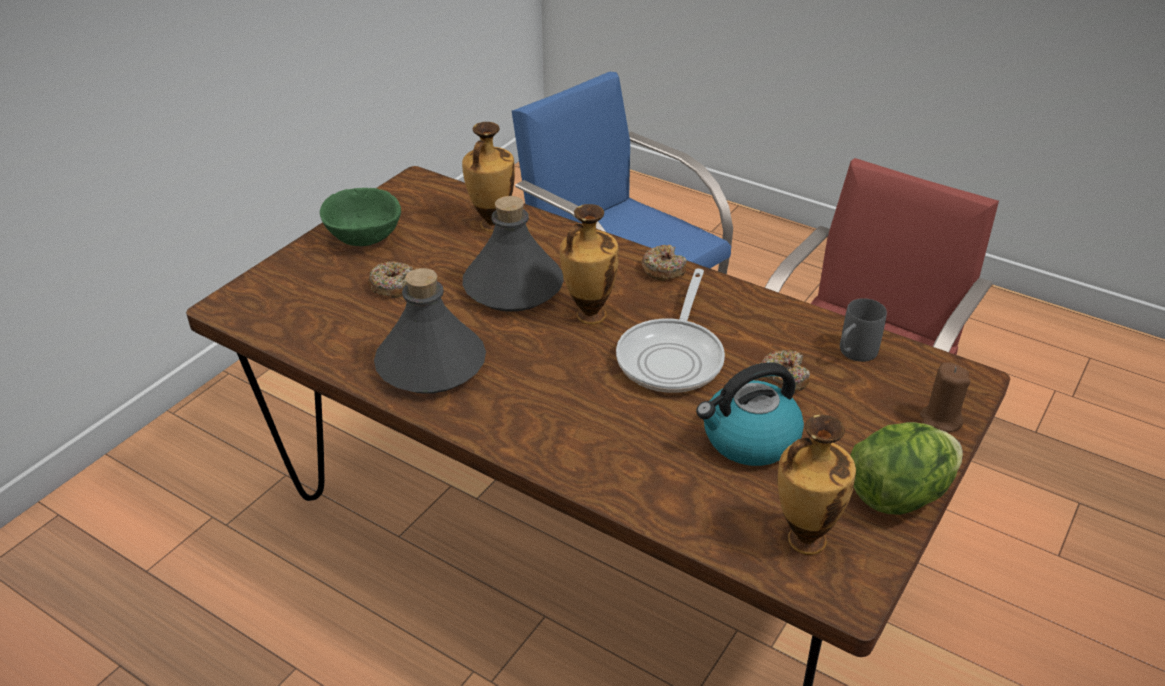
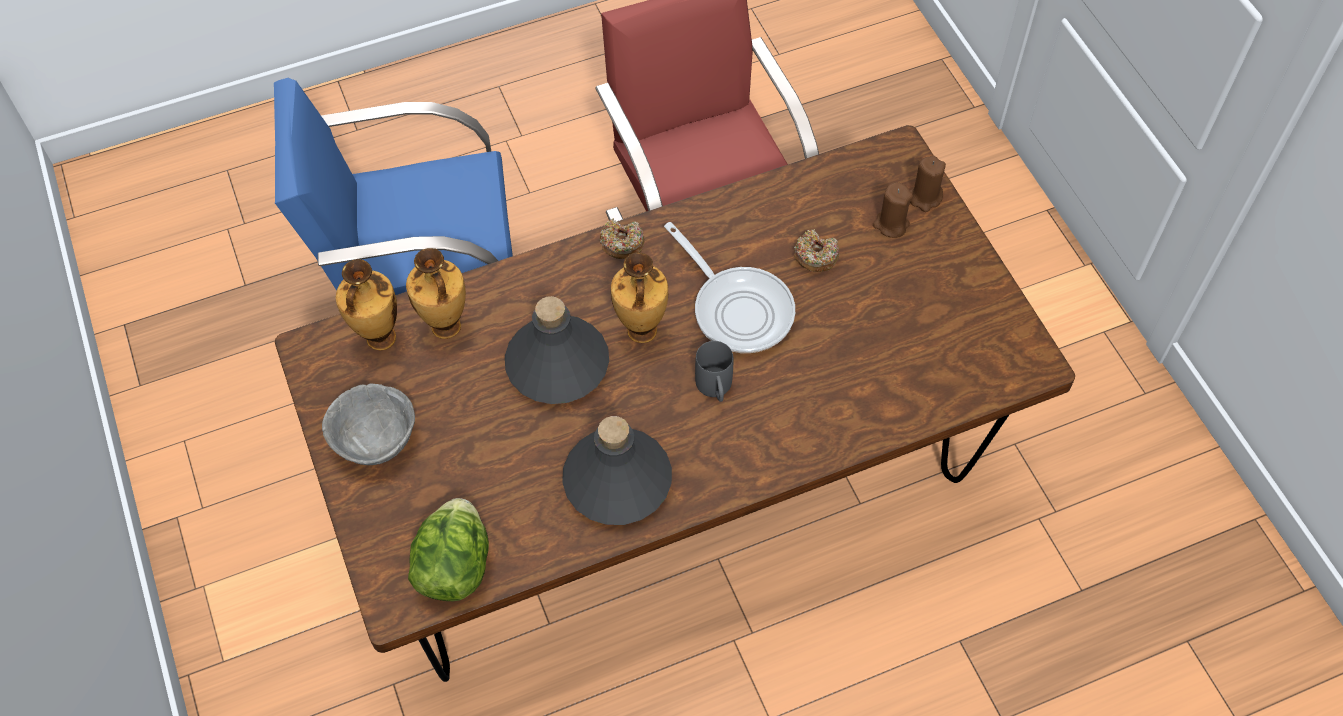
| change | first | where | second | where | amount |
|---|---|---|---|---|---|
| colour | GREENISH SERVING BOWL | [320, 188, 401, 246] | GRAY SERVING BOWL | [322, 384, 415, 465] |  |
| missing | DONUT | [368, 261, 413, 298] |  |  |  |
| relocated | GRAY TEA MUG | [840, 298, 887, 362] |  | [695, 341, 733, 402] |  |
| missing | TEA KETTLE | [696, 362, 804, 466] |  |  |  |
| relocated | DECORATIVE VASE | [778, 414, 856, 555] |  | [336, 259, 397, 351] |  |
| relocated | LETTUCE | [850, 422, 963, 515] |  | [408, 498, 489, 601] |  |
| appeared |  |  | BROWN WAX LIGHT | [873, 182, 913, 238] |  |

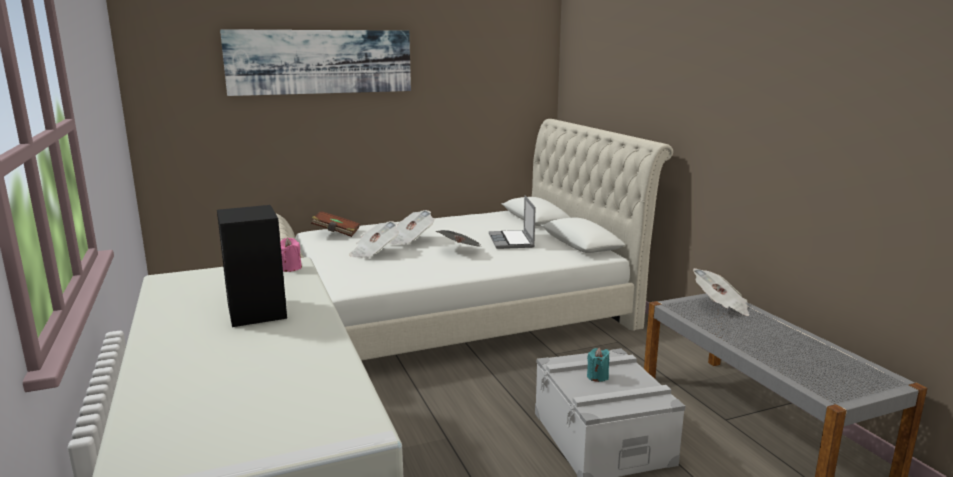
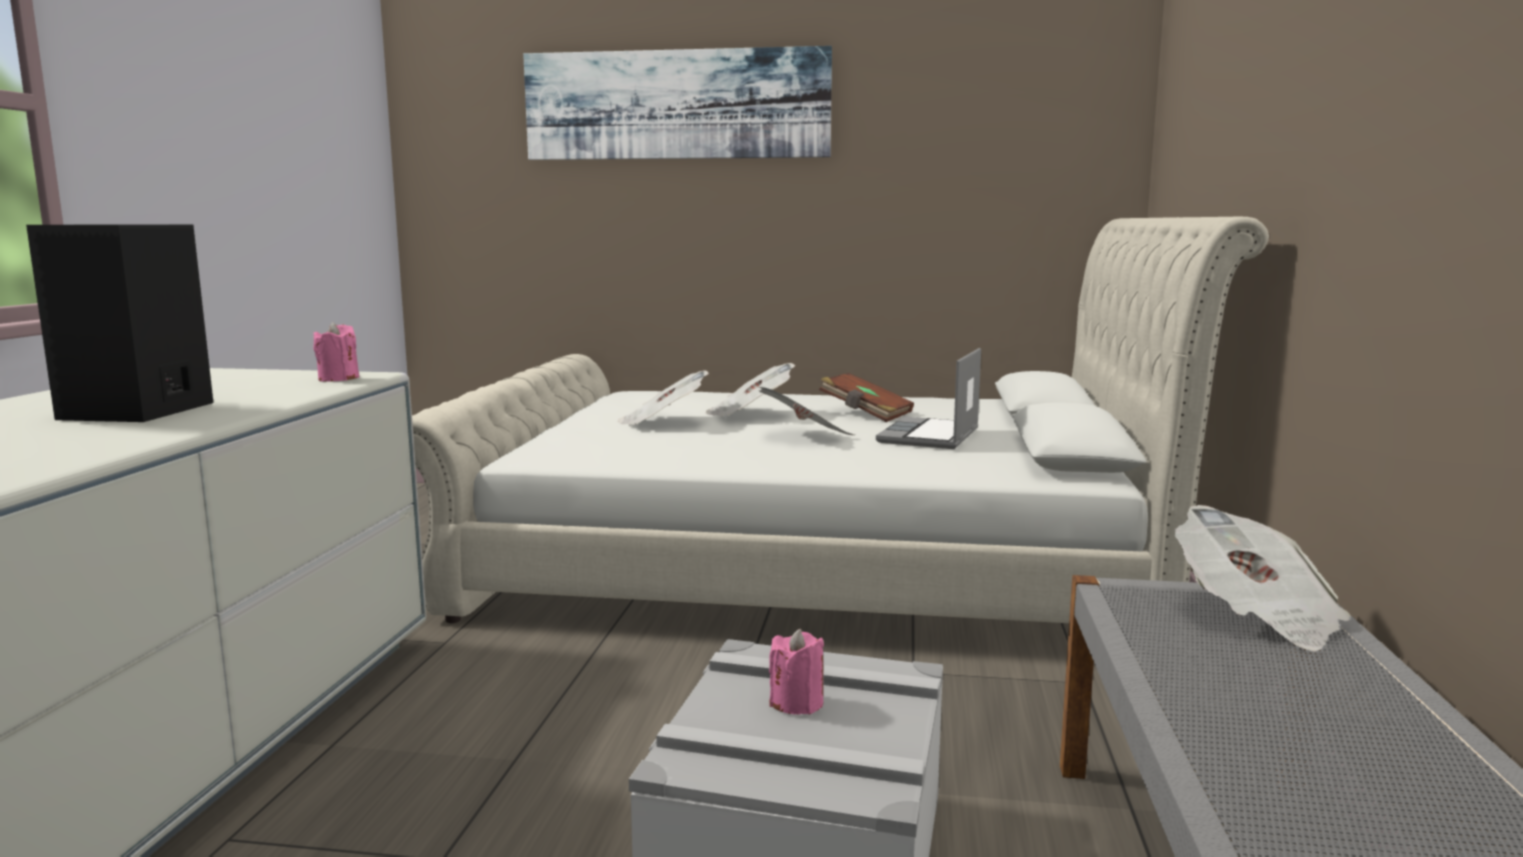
| change | first | where | second | where | amount |
|---|---|---|---|---|---|
| relocated | BROWN VOLUME | [311, 211, 360, 237] |  | [819, 373, 914, 422] |  |
| colour | TURQUOISE WAX LIGHT | [587, 348, 609, 382] | PINK WAX LIGHT | [769, 629, 824, 715] |  |

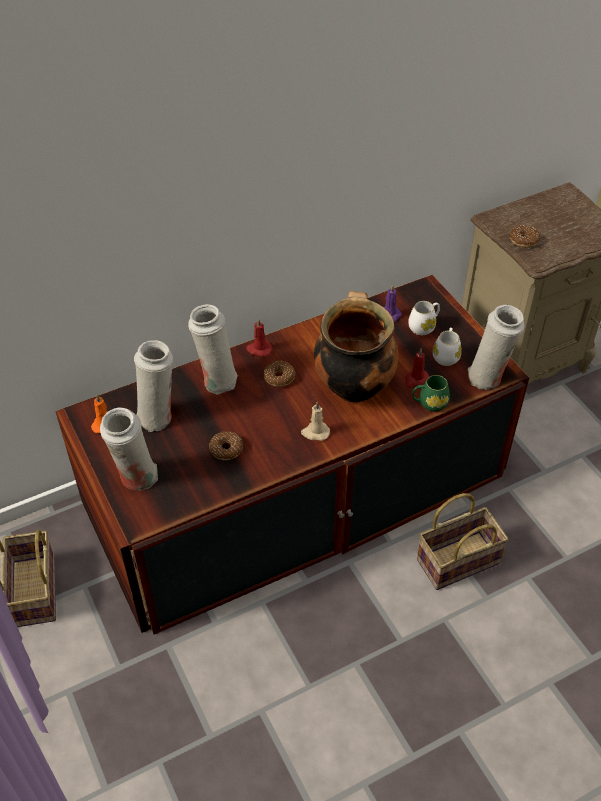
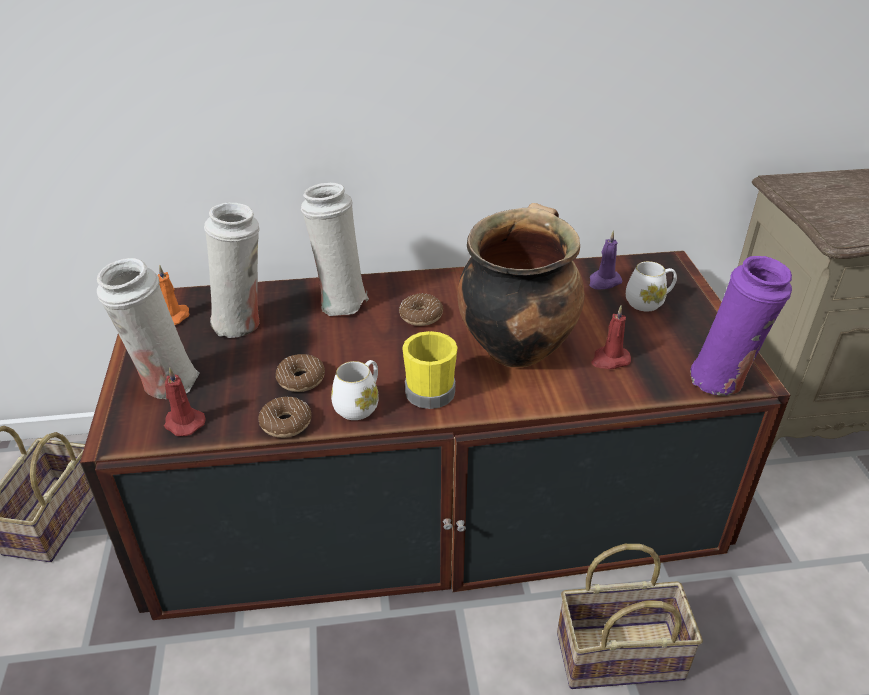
| change | first | where | second | where | amount |
|---|---|---|---|---|---|
| relocated | DONUT | [510, 225, 540, 248] |  | [258, 397, 311, 438] |  |
| colour | WHITISH DECORATIVE VASE | [468, 305, 525, 390] | PURPLISH DECORATIVE VASE | [690, 256, 792, 396] |  |
| relocated | RED WAX LIGHT | [246, 318, 273, 357] |  | [164, 367, 206, 436] |  |
| relocated | WHITISH TEA MUG | [433, 328, 462, 366] |  | [331, 360, 379, 420] |  |
| missing | GREENISH TEA MUG | [412, 375, 450, 412] |  |  |  |
| exchanged | BEIGE WAX LIGHT | [301, 402, 330, 441] | YELLOWISH TEA MUG | [402, 331, 457, 409] |  |

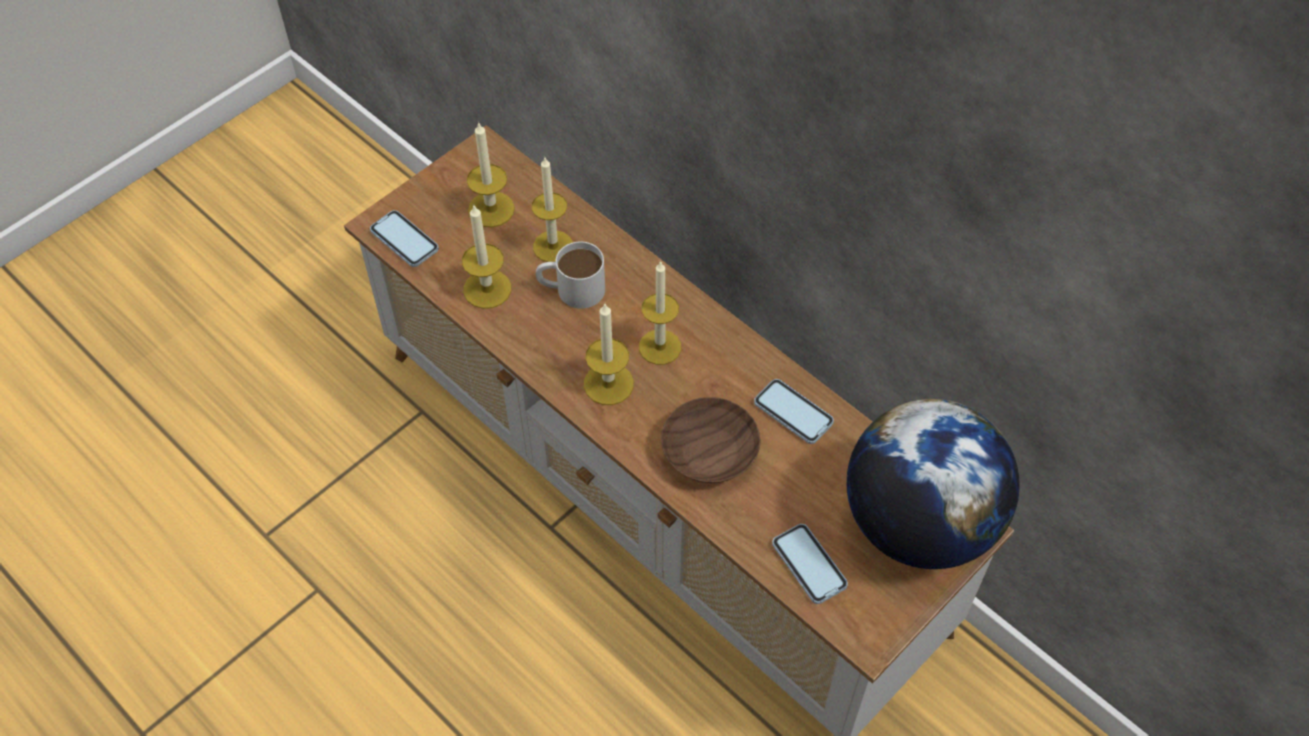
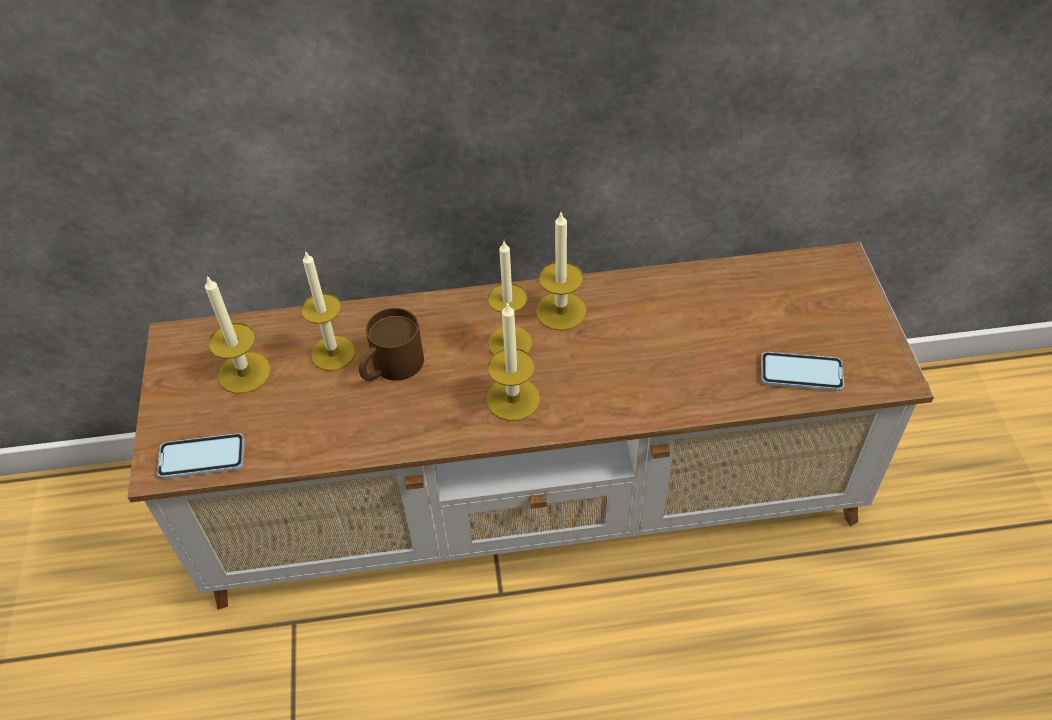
| change | first | where | second | where | amount |
|---|---|---|---|---|---|
| relocated | WAX LIGHT | [462, 204, 511, 309] |  | [536, 213, 586, 331] |  |
| colour | WHITISH TEA MUG | [536, 242, 605, 309] | BROWN TEA MUG | [359, 308, 424, 381] |  |
| missing | TELEPHONE | [754, 379, 834, 444] |  |  |  |
| missing | BROWN SERVING BOWL | [661, 397, 761, 483] |  |  |  |
| missing | WORLD GLOBE | [846, 399, 1020, 569] |  |  |  |

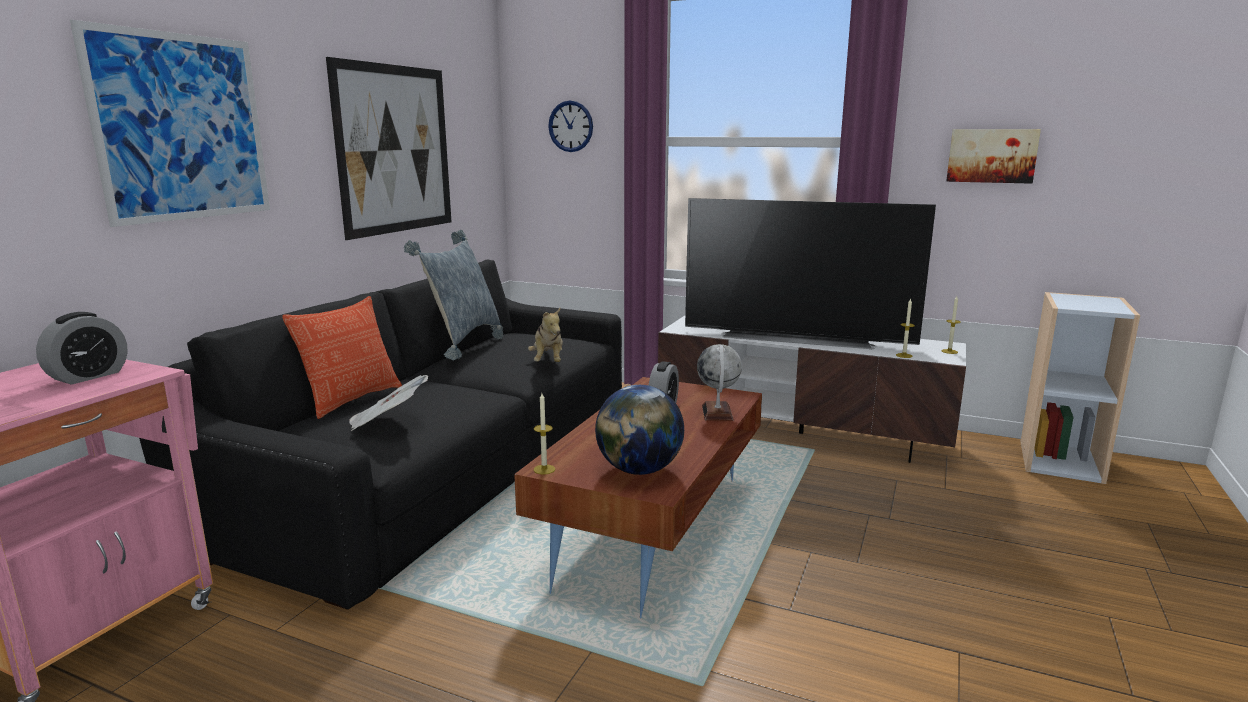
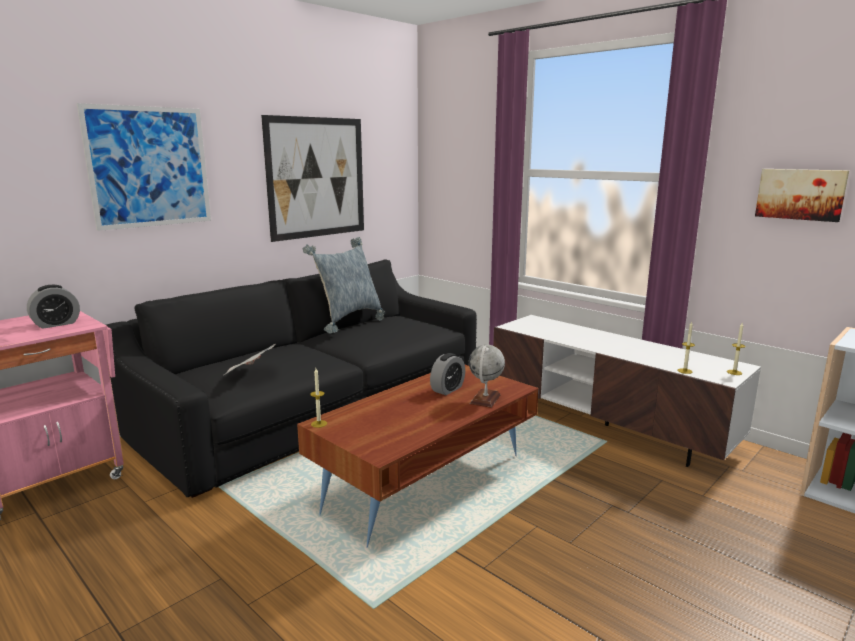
| change | first | where | second | where | amount |
|---|---|---|---|---|---|
| missing | WALL CLOCK | [548, 100, 593, 152] |  |  |  |
| missing | TV SET | [685, 198, 936, 349] |  |  |  |
| missing | ORANGEY CUSHION | [282, 296, 402, 419] |  |  |  |
| missing | SOFT TOY | [528, 308, 563, 362] |  |  |  |
| missing | WORLD GLOBE | [595, 385, 684, 475] |  |  |  |

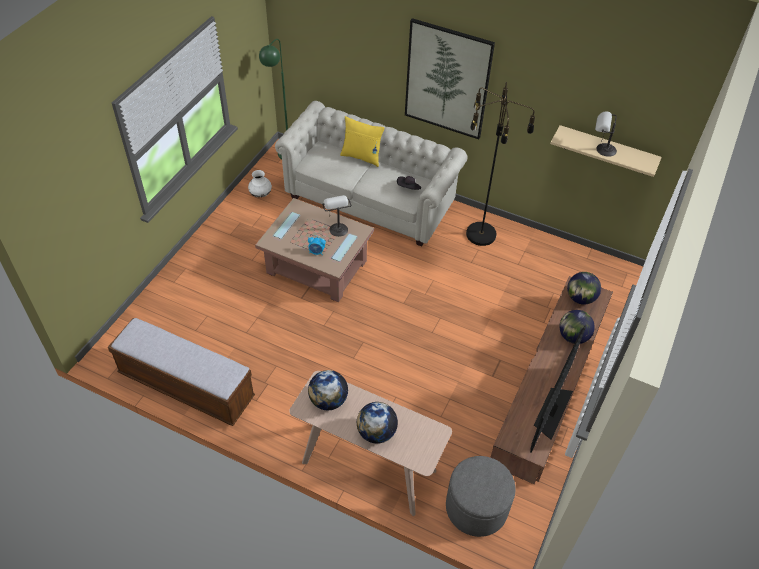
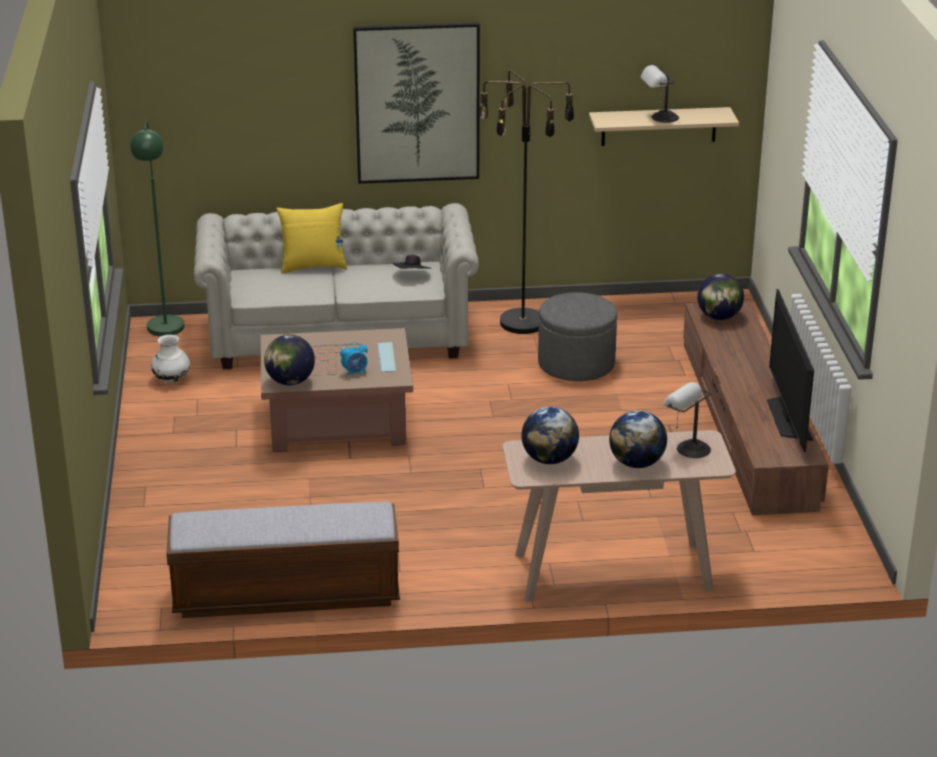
| change | first | where | second | where | amount |
|---|---|---|---|---|---|
| relocated | TABLETOP LAMP | [322, 195, 352, 237] |  | [663, 382, 711, 458] |  |
| relocated | WORLD GLOBE | [559, 310, 595, 344] |  | [264, 335, 315, 385] |  |
| relocated | GRAY FOOTREST | [446, 456, 516, 537] |  | [538, 292, 617, 381] |  |

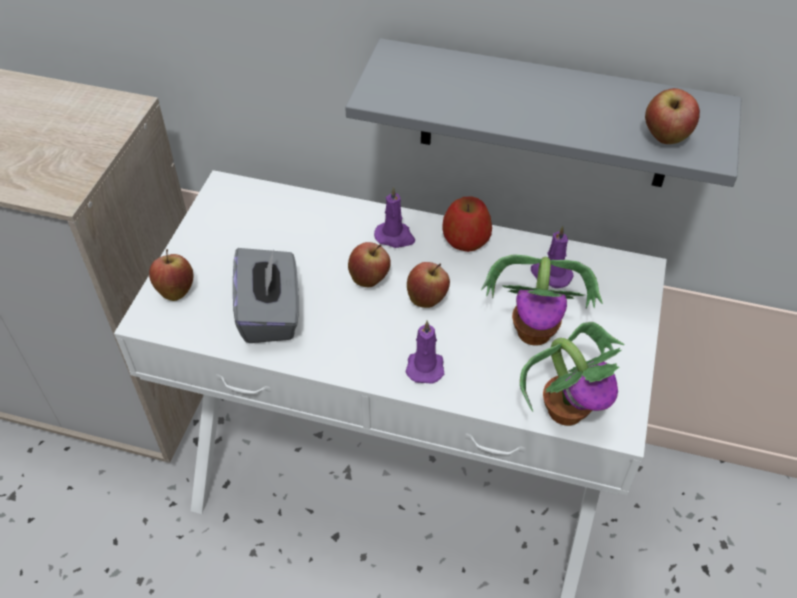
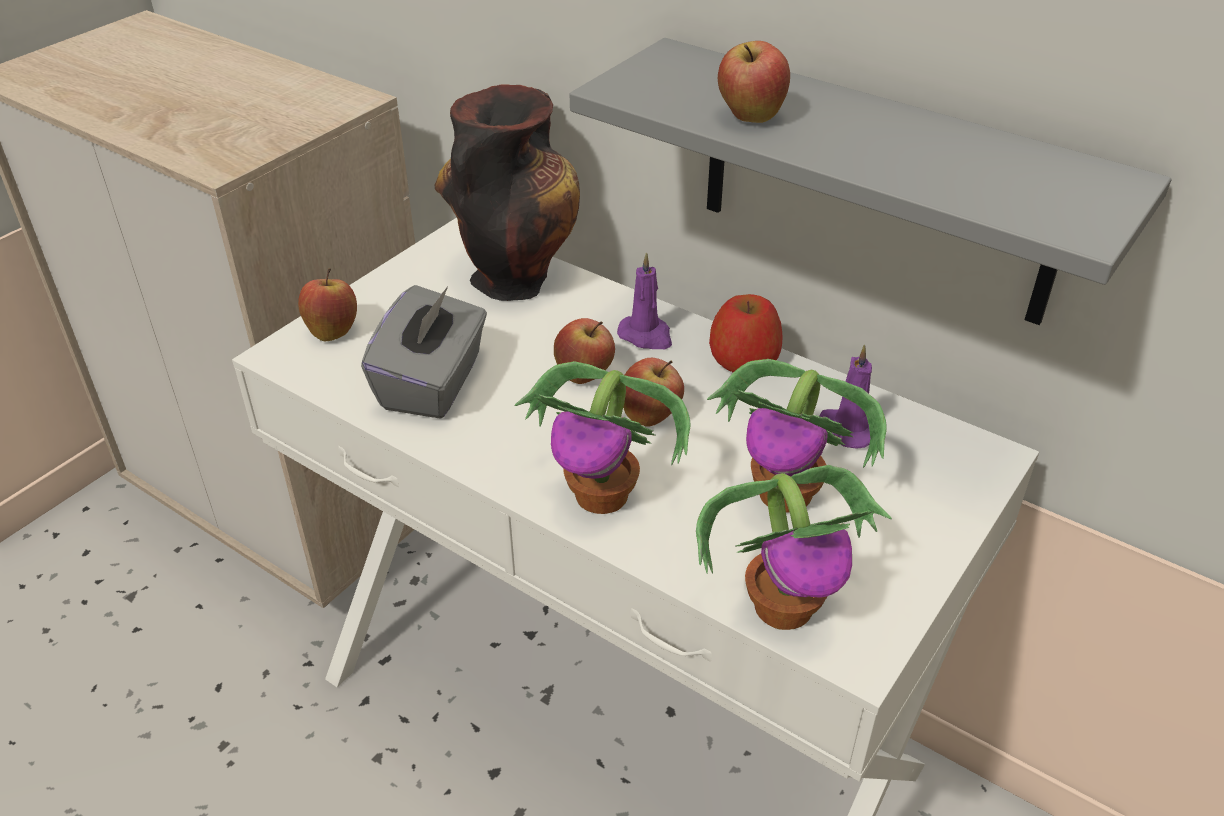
| change | first | where | second | where | amount |
|---|---|---|---|---|---|
| relocated | WHOLE APPLE | [645, 88, 700, 144] |  | [718, 41, 790, 123] |  |
| exchanged | PURPLISH WAX LIGHT | [405, 320, 444, 383] | POTTED PLANT | [514, 361, 691, 514] |  |
| appeared |  |  | DECORATIVE VASE | [435, 84, 580, 301] |  |

